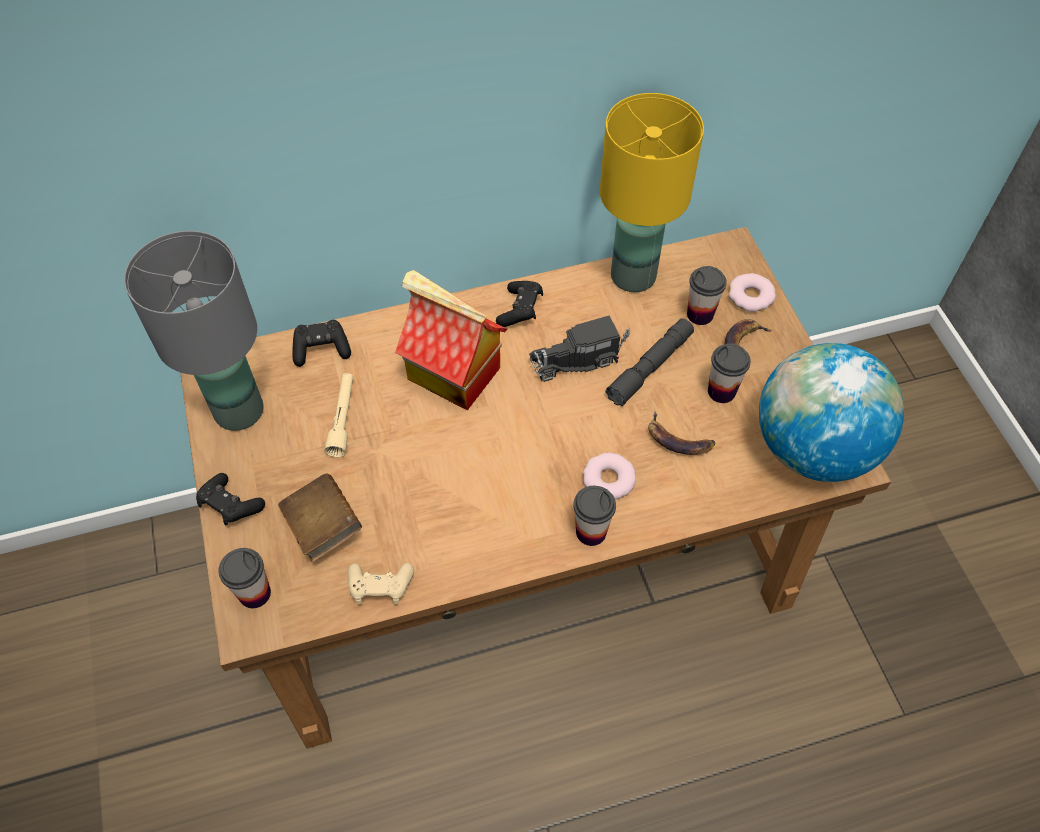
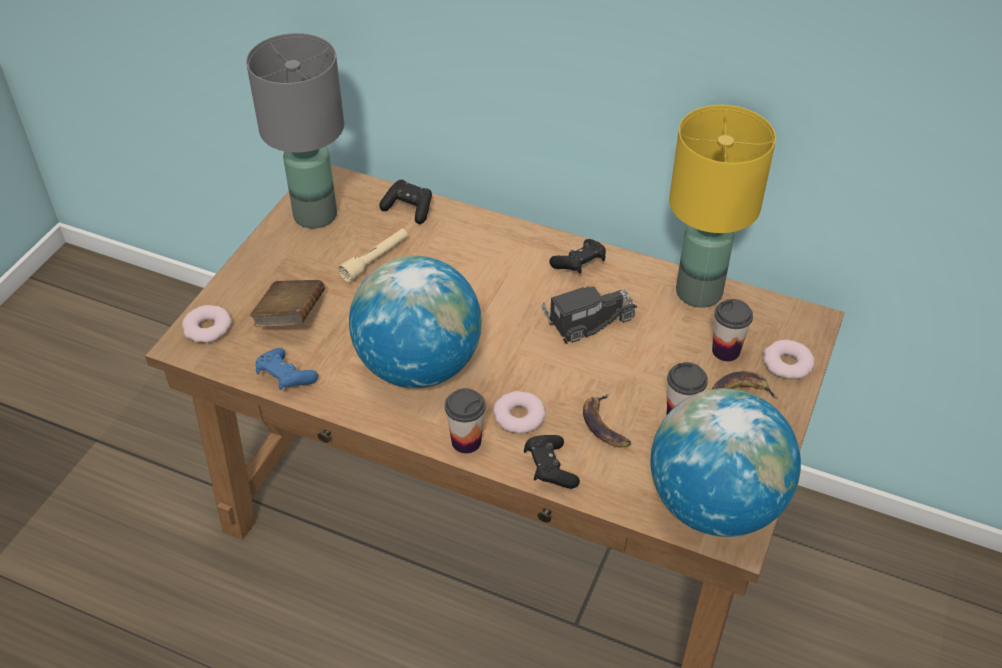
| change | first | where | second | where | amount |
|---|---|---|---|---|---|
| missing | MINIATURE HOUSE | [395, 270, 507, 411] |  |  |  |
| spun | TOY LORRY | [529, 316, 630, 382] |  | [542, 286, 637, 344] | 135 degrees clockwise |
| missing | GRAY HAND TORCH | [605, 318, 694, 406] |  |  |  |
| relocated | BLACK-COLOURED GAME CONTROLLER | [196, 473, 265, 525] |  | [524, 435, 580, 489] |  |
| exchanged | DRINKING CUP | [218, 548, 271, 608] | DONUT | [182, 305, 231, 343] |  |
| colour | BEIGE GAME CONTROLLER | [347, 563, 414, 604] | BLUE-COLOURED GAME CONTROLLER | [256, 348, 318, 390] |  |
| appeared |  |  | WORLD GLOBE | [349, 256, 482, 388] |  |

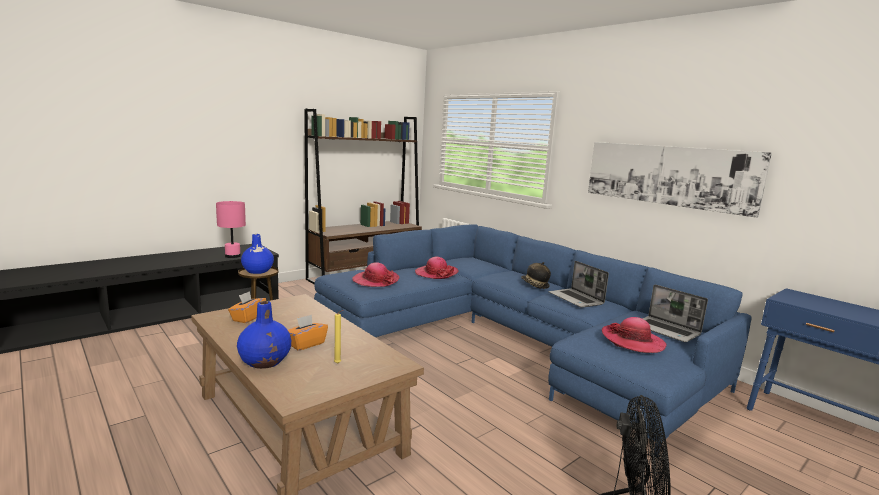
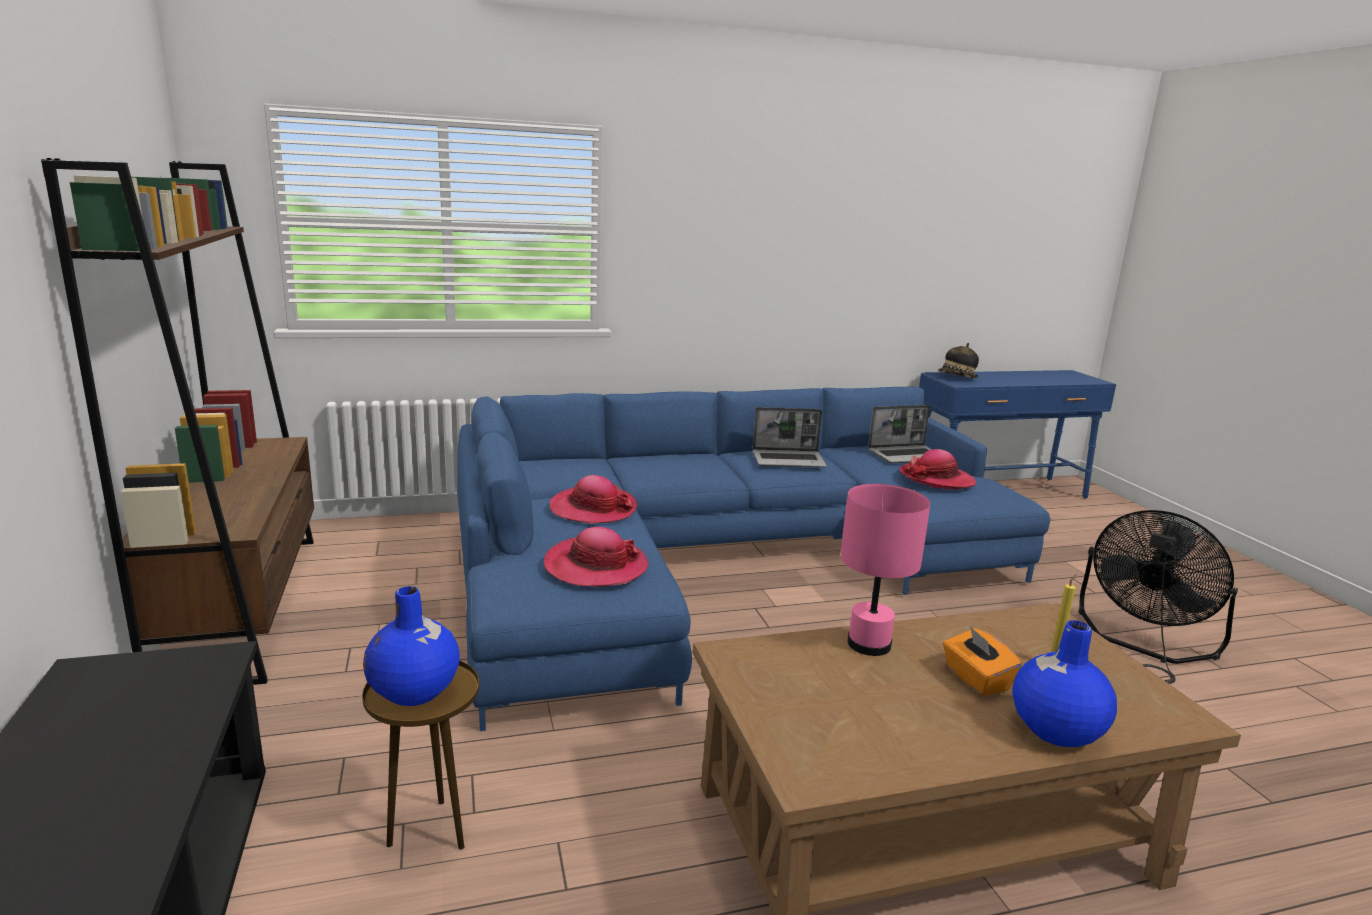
| change | first | where | second | where | amount |
|---|---|---|---|---|---|
| missing | PICTURE | [588, 142, 772, 218] |  |  |  |
| relocated | PINK TABLETOP LAMP | [216, 201, 246, 258] |  | [841, 484, 930, 656] |  |
| relocated | CLOTHING HAT | [521, 262, 551, 289] |  | [938, 343, 979, 378] |  |
| missing | ORANGEY TISSUE BOX | [228, 291, 266, 323] |  |  |  |

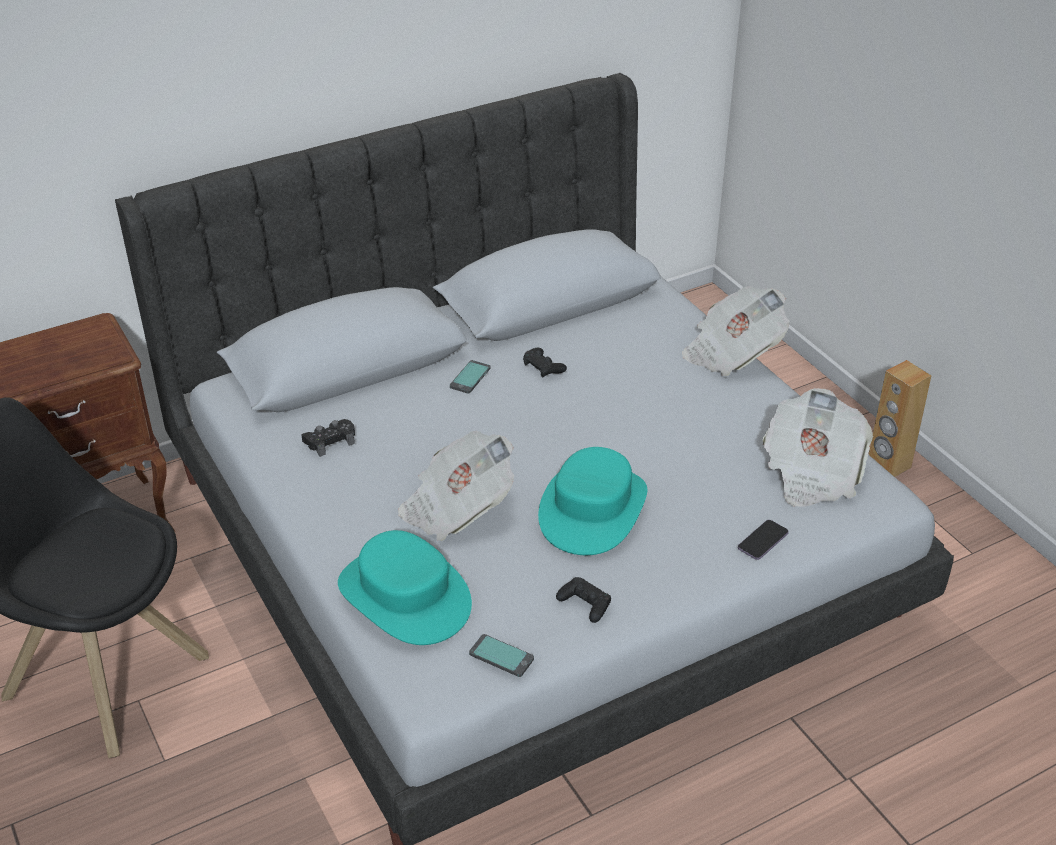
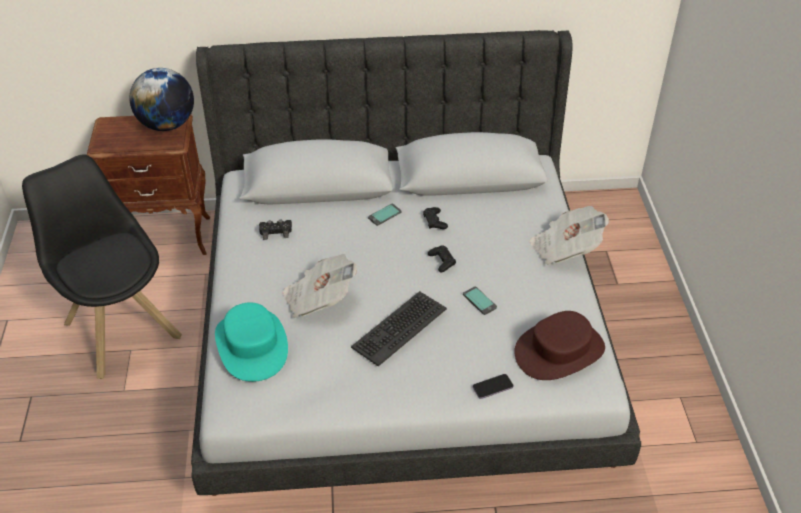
| change | first | where | second | where | amount |
|---|---|---|---|---|---|
| missing | BROWN SPEAKER | [869, 360, 932, 477] |  |  |  |
| exchanged | PRINTED PAPER | [763, 388, 873, 507] | BROWN CLOTHING HAT | [514, 311, 605, 380] |  |
| exchanged | TURQUOISE CLOTHING HAT | [538, 447, 647, 555] | COMPUTER KEYBOARD | [351, 291, 447, 366] |  |
| relocated | BLACK-COLOURED GAME CONTROLLER | [556, 577, 611, 623] |  | [428, 246, 456, 272] |  |
| relocated | TELEPHONE | [469, 634, 534, 677] |  | [463, 286, 497, 315] |  |
| appeared |  |  | WORLD GLOBE | [129, 68, 194, 131] |  |

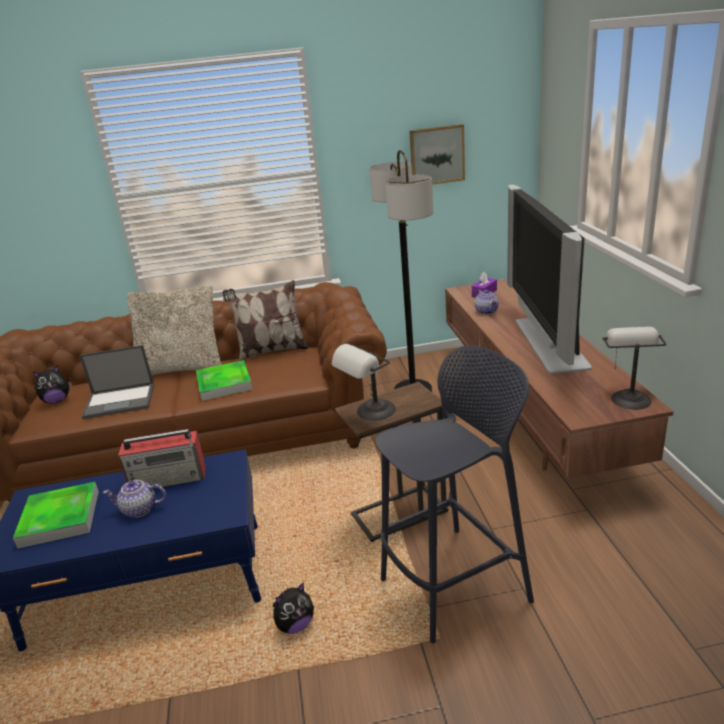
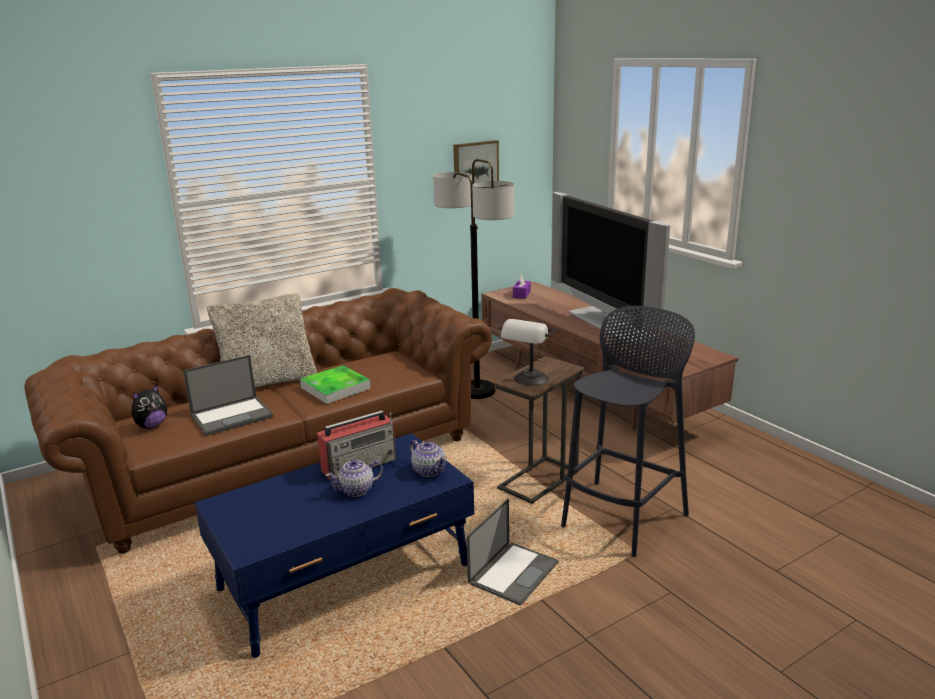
| change | first | where | second | where | amount |
|---|---|---|---|---|---|
| missing | CUSHION | [222, 280, 308, 361] |  |  |  |
| relocated | TEAPOT | [475, 290, 499, 315] |  | [410, 440, 447, 477] |  |
| missing | TABLETOP LAMP | [603, 327, 666, 410] |  |  |  |
| missing | CARRYING TRAY | [13, 482, 99, 549] |  |  |  |
| exchanged | SOFT TOY | [273, 582, 314, 634] | LAPTOP | [466, 498, 559, 606] |  |

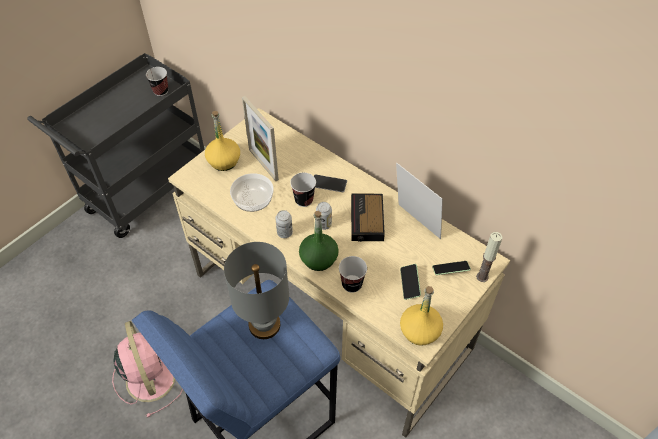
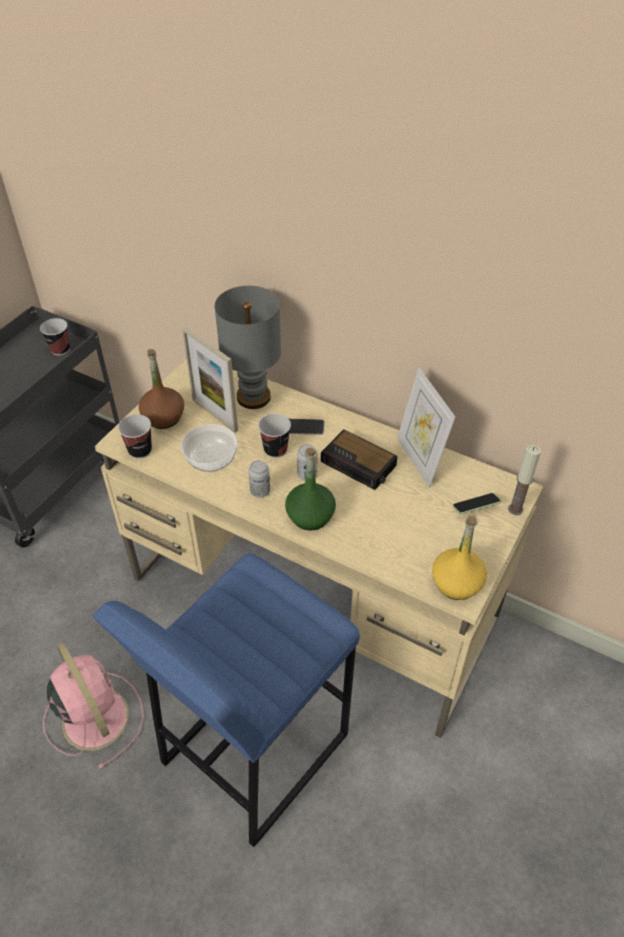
| change | first | where | second | where | amount |
|---|---|---|---|---|---|
| colour | YELLOWISH BEVERAGE BOTTLE | [205, 111, 240, 171] | BROWN BEVERAGE BOTTLE | [139, 349, 184, 429] |  |
| spun | PICTURE FRAME | [396, 163, 443, 239] |  | [397, 368, 456, 488] | 150 degrees counterclockwise |
| spun | TABLE CLOCK | [351, 193, 385, 242] |  | [321, 429, 398, 490] | 45 degrees counterclockwise |
| relocated | GRAY TABLETOP LAMP | [224, 242, 289, 339] |  | [214, 286, 281, 409] |  |
| relocated | DRINKING CUP | [339, 256, 367, 293] |  | [118, 414, 152, 459] |  |
| missing | TELEPHONE | [400, 264, 421, 300] |  |  |  |

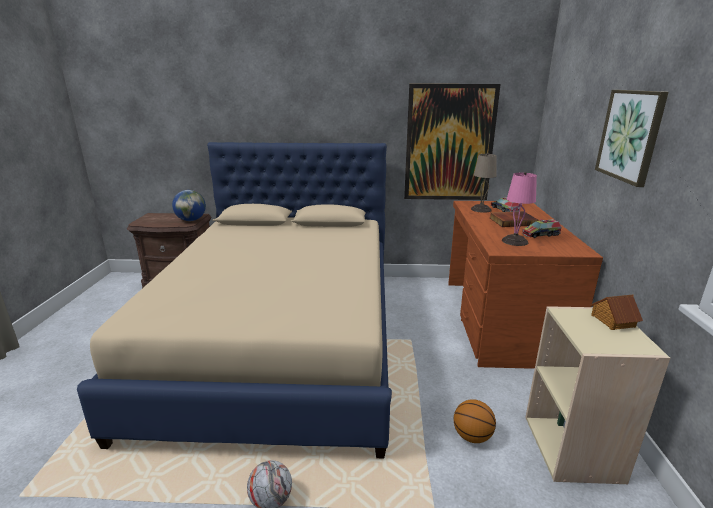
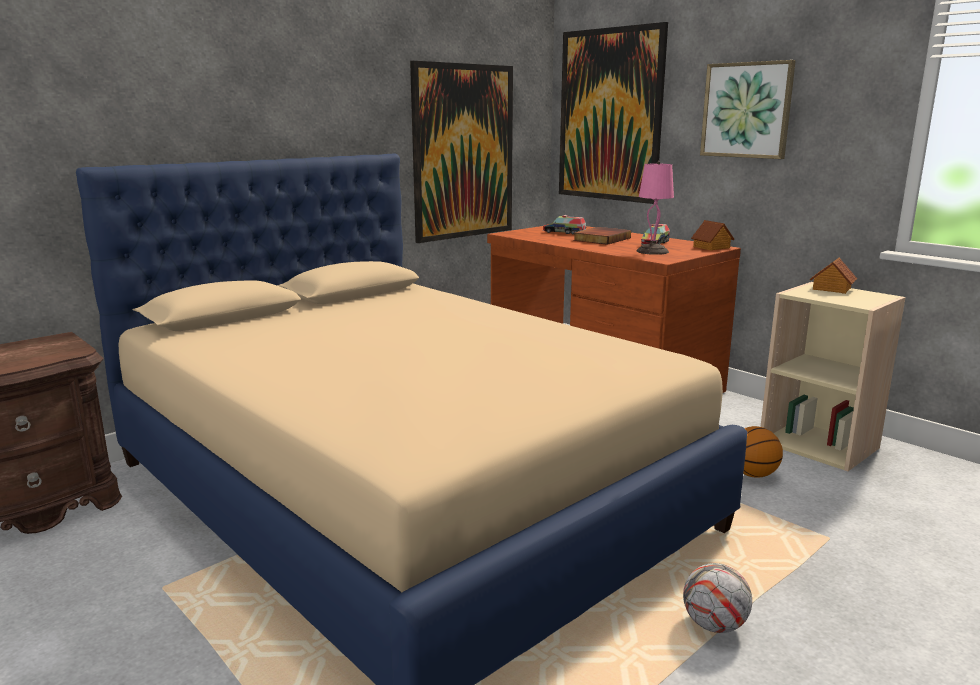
| change | first | where | second | where | amount |
|---|---|---|---|---|---|
| missing | BEIGE TABLETOP LAMP | [471, 153, 497, 213] |  |  |  |
| missing | WORLD GLOBE | [172, 190, 206, 221] |  |  |  |
| appeared |  |  | PICTURE | [559, 22, 668, 204] |  |
| appeared |  |  | MINIATURE HOUSE | [691, 220, 734, 251] |  |

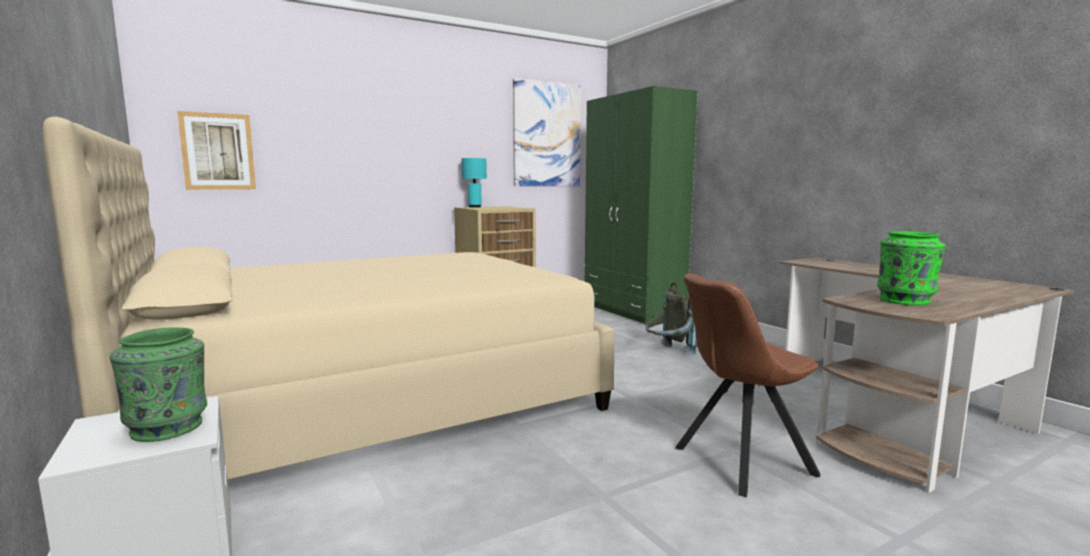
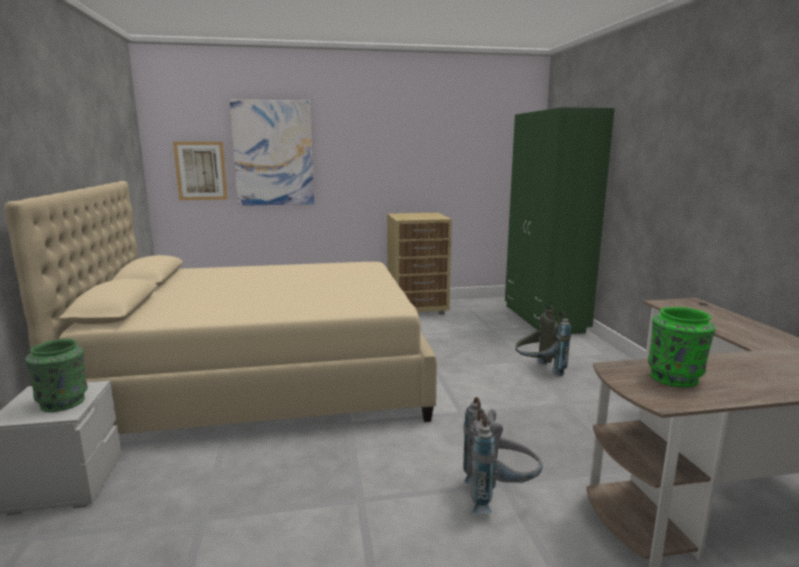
| change | first | where | second | where | amount |
|---|---|---|---|---|---|
| relocated | PICTURE | [513, 78, 581, 186] |  | [230, 99, 314, 206] |  |
| missing | TURQUOISE TABLETOP LAMP | [462, 158, 487, 207] |  |  |  |
| exchanged | BROWN CHAIR | [675, 273, 820, 497] | GRAY BACKPACK | [463, 397, 543, 514] |  |

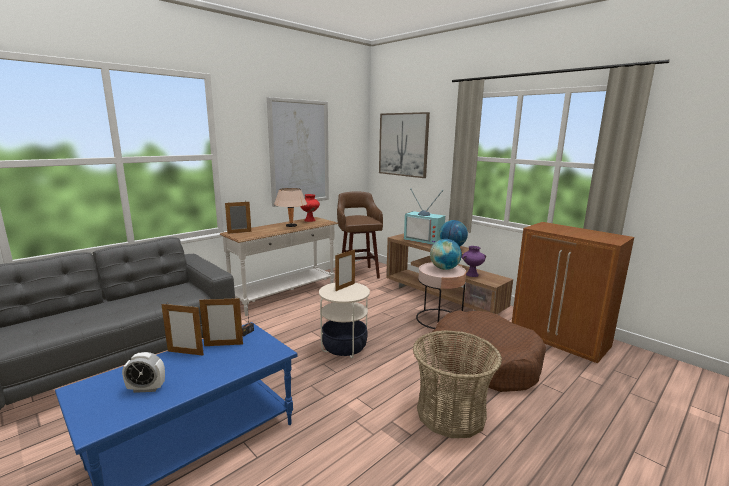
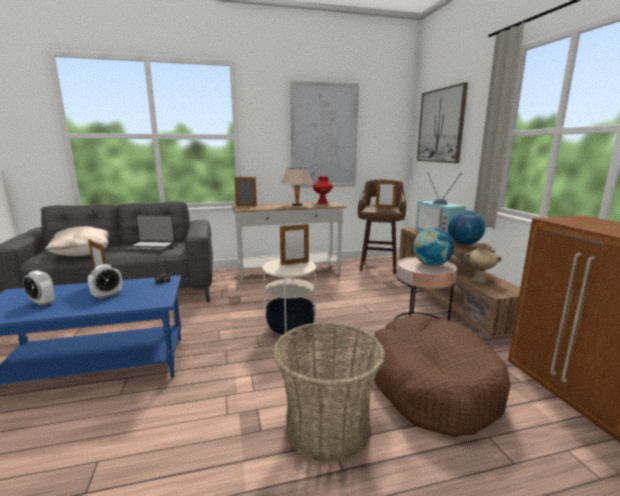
| change | first | where | second | where | amount |
|---|---|---|---|---|---|
| colour | PURPLISH DECORATIVE VASE | [462, 246, 486, 277] | BEIGE DECORATIVE VASE | [464, 243, 501, 283] |  |
| relocated | PICTURE FRAME | [199, 298, 243, 346] |  | [376, 180, 397, 208] |  |
| appeared |  |  | LAPTOP | [124, 215, 175, 252] |  |
| appeared |  |  | BEIGE CUSHION | [45, 226, 109, 256] |  |
| appeared |  |  | TABLE CLOCK | [88, 264, 123, 299] |  |

